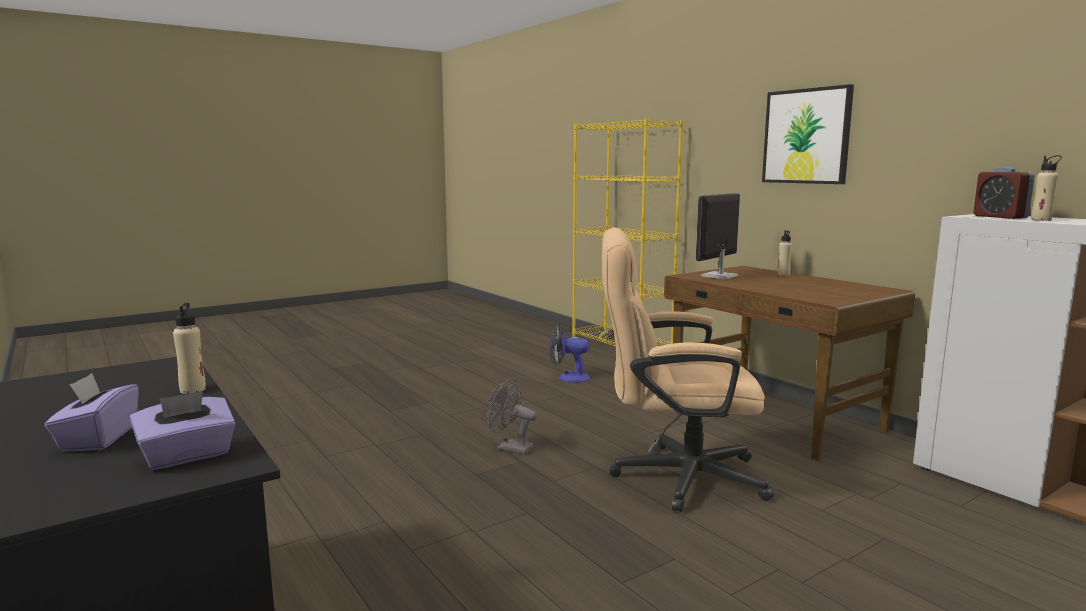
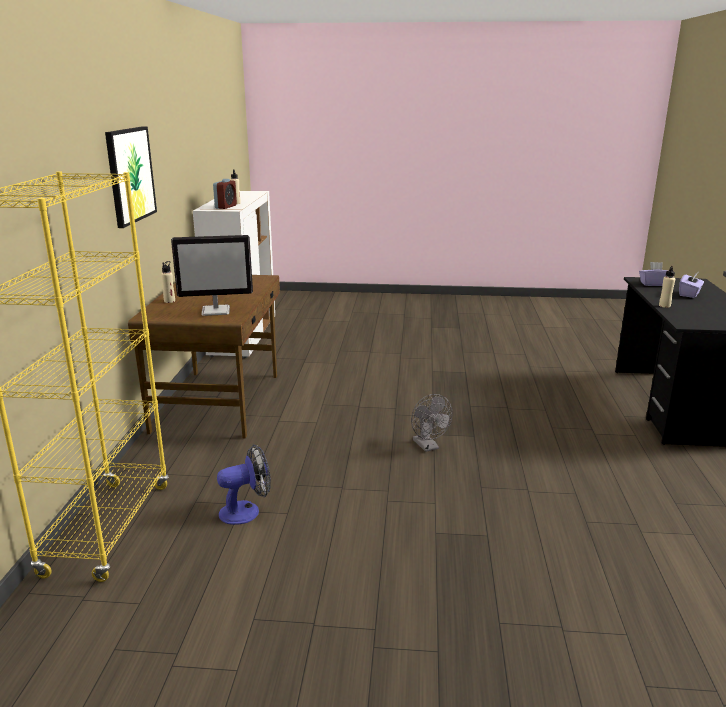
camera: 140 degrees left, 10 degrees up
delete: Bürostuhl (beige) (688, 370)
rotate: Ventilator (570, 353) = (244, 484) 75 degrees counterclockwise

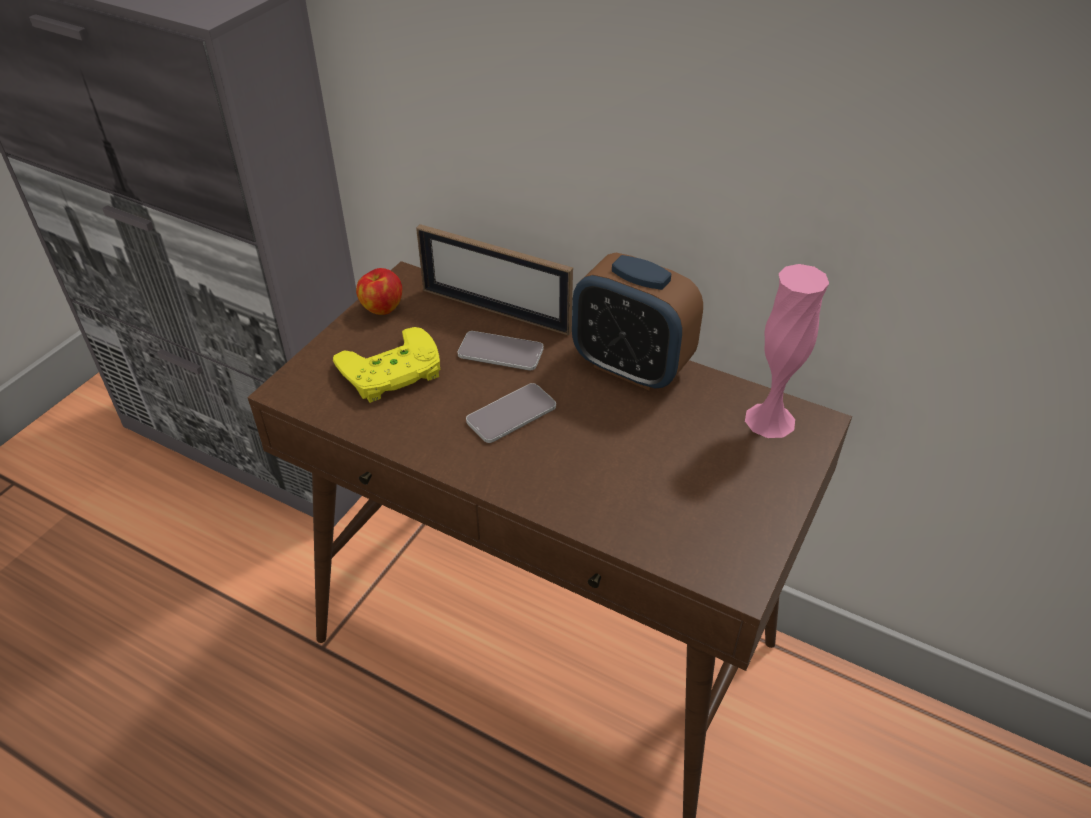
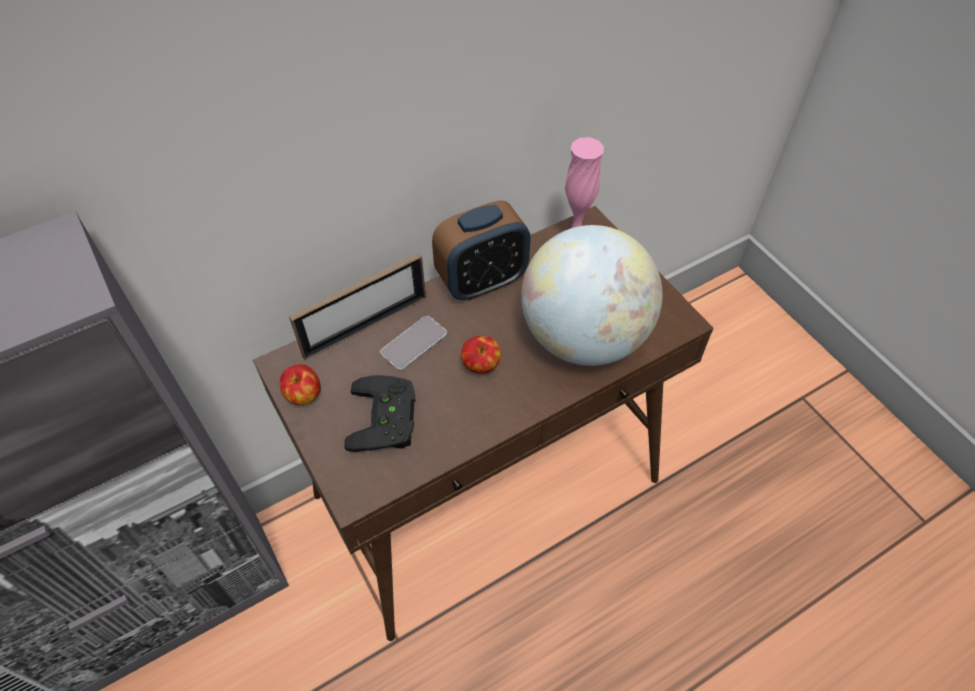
camera: 60 degrees left, 10 degrees up
insert: Globus (591, 295)
replace: Handy (511, 413) to Apfel (481, 355)
recolor: Gamepad (gelb) (386, 365) to Gamepad (schwarz) (380, 413)

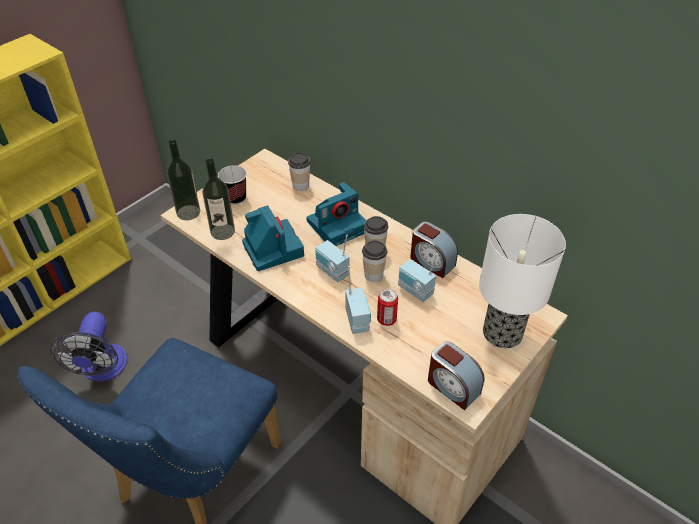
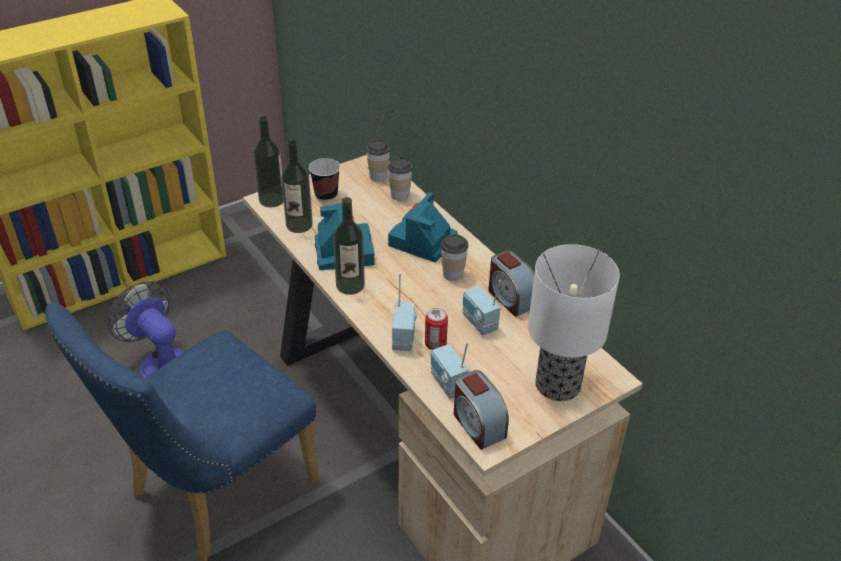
camera: 15 degrees right, 5 degrees down
insert: Flasche (349, 246)
move: Radio (332, 258) to (450, 370); Tasse (374, 261) to (378, 161)
rotate: Kamera (336, 214) = (423, 227) 135 degrees clockwise; Ventilator (88, 347) = (145, 330) 120 degrees clockwise

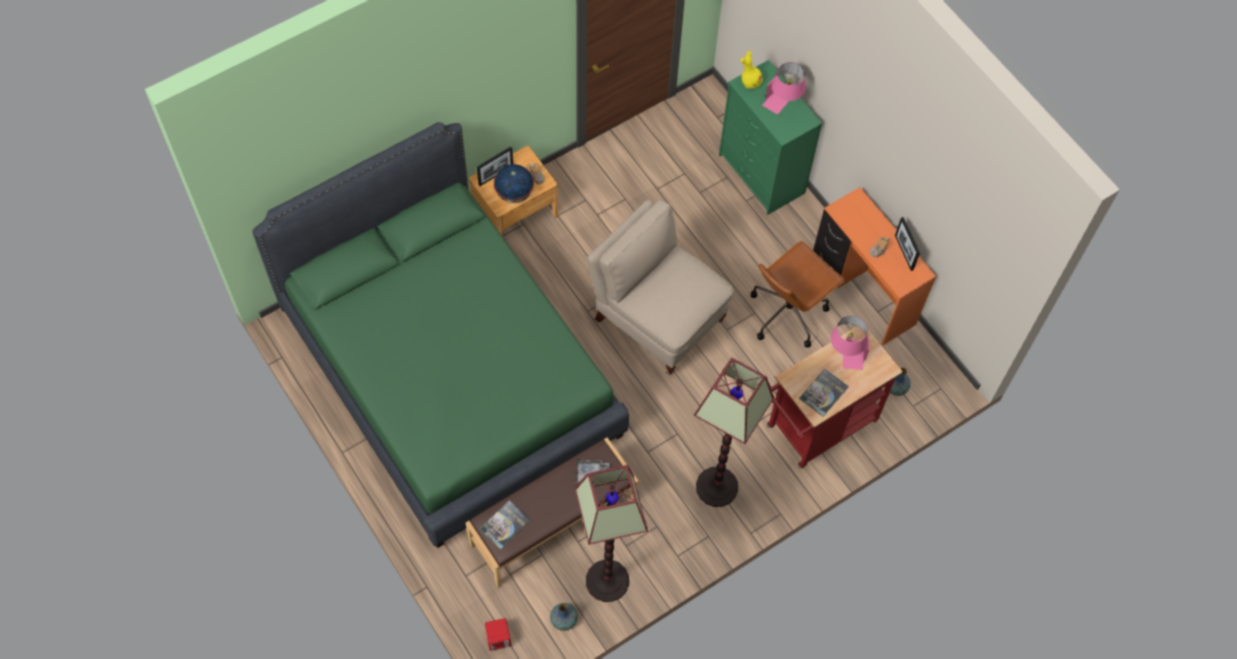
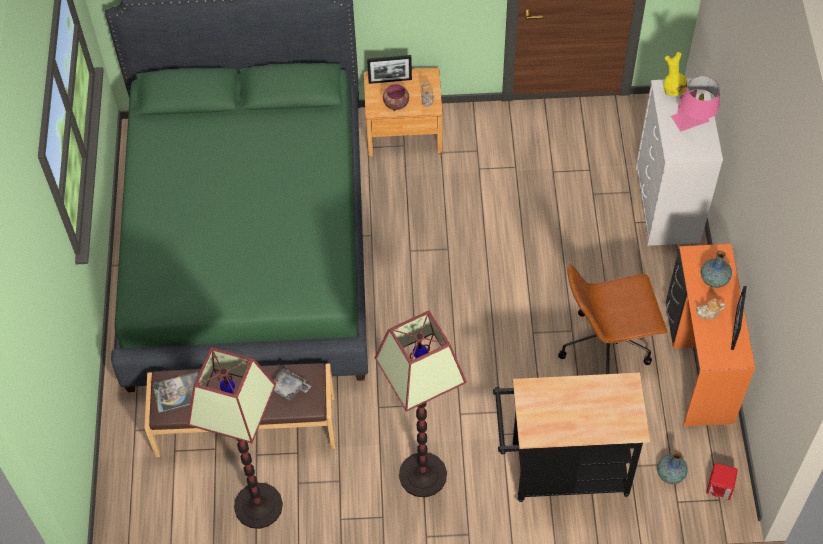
camera: 35 degrees right, 5 degrees down
delete: Stuhl (beige) (660, 287); Tischlampe (rosa) (850, 343); Buch (824, 393)
move: Vase (564, 617) to (716, 269); Lautsprecher (rot) (498, 634) to (722, 481)
replace: Globus (514, 183) to Schüssel (396, 97)
recolor: Kommode (grün) (771, 137) to Kommode (weiß) (679, 162); Rollwagen (rot) (835, 397) to Rollwagen (schwarz) (571, 437)

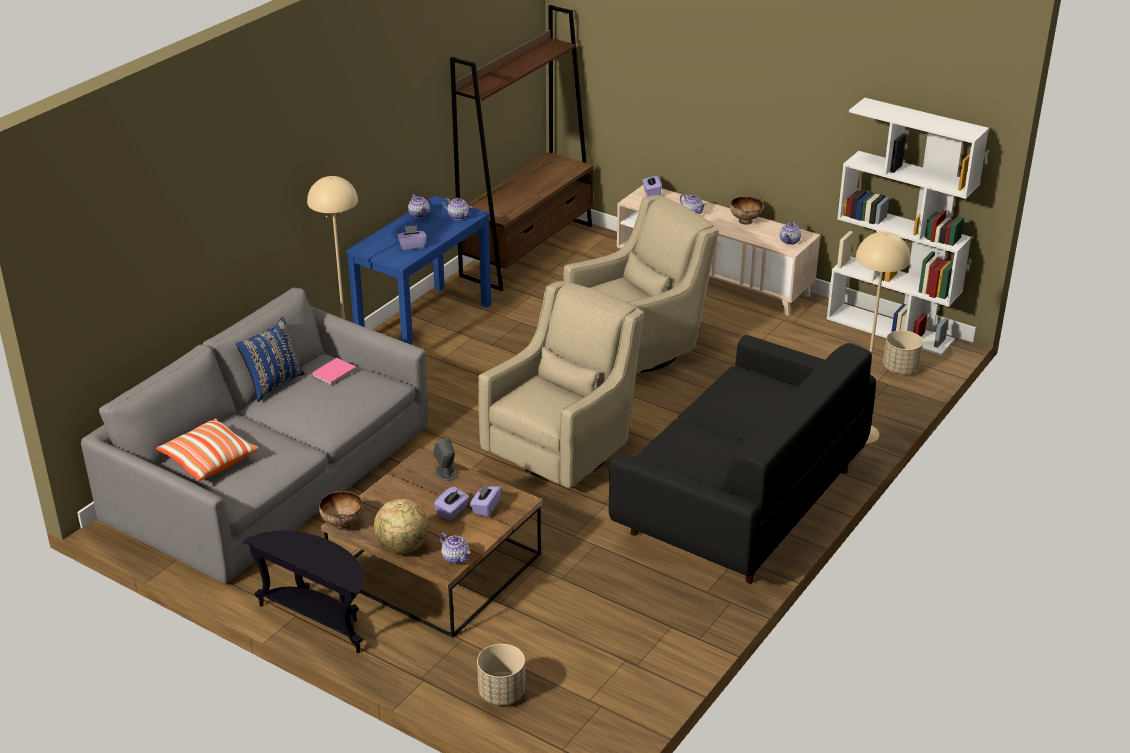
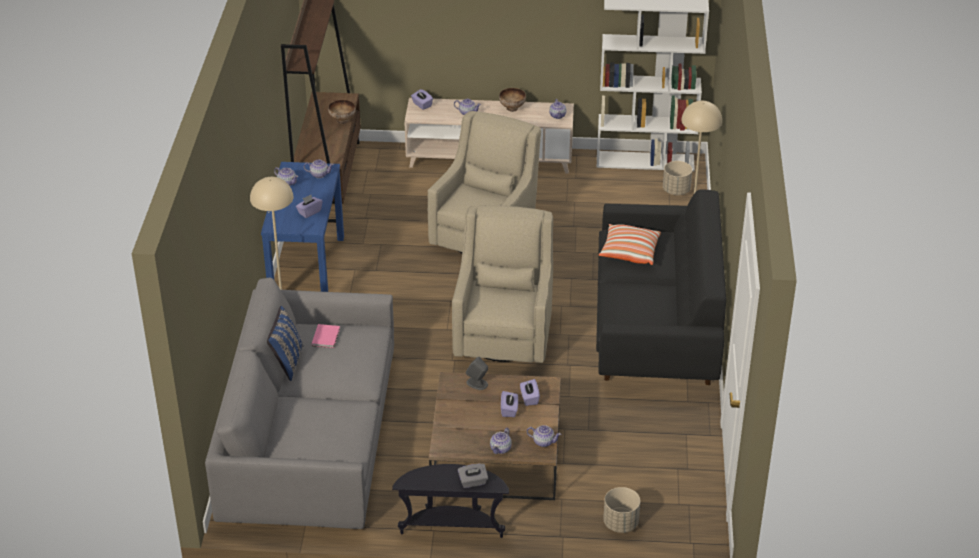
camera: 30 degrees left, 5 degrees up
insert: Taschentuchbox (grau) (473, 476)
move: Kissen (207, 450) to (629, 244); Schüssel (341, 510) to (342, 112)
replace: Globus (401, 526) to Teekanne (501, 441)

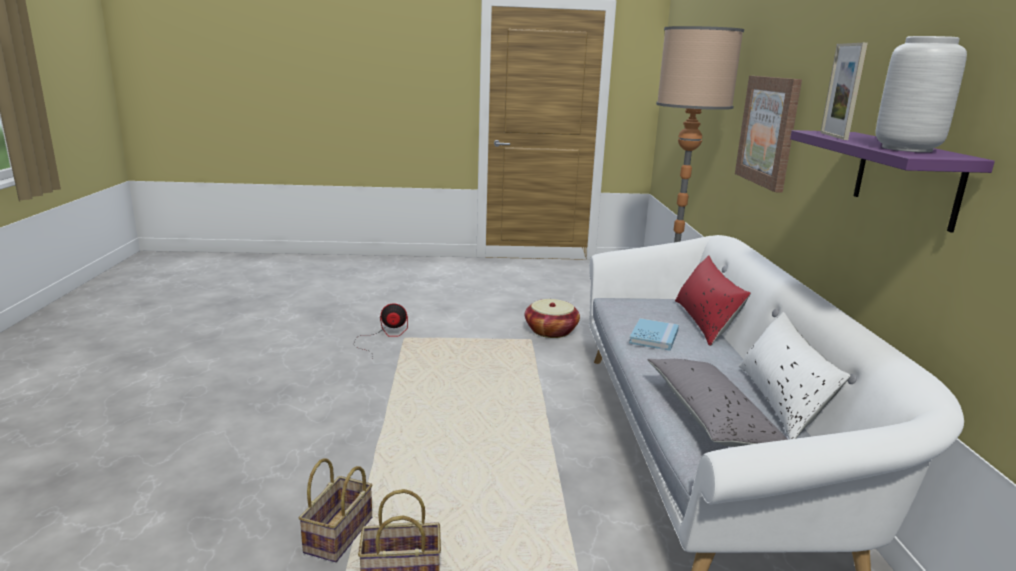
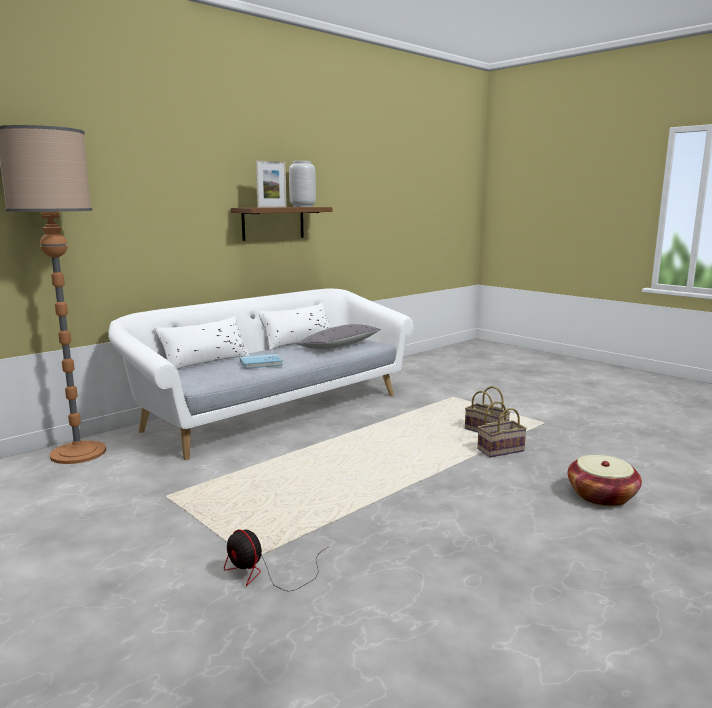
camera: 130 degrees left, 5 degrees down
delete: Bild (768, 134)
move: Korb (552, 318) to (605, 481)
recolor: Wandregal (lila) (892, 181) to Wandregal (braun) (281, 224); Kissen (rot) (713, 300) to Kissen (weiß) (201, 342)

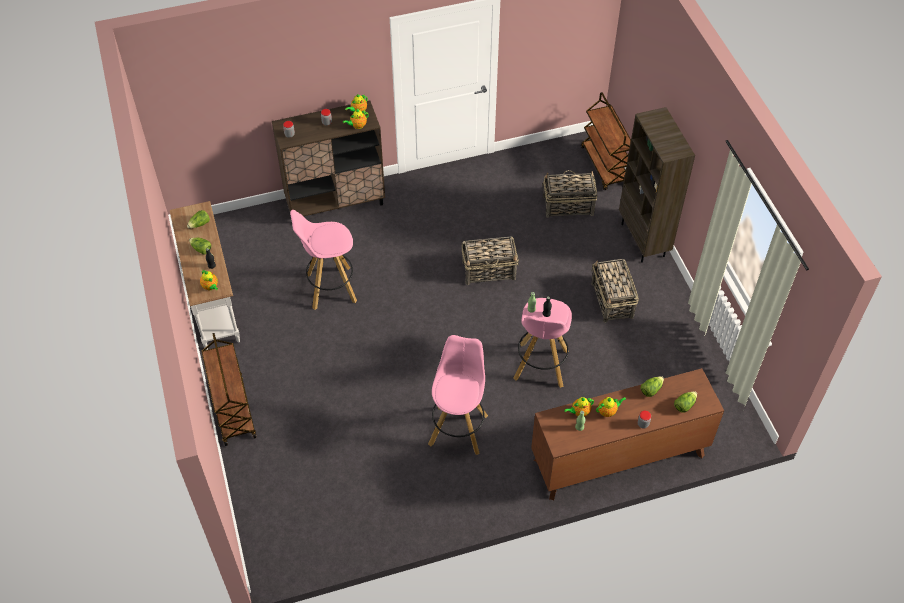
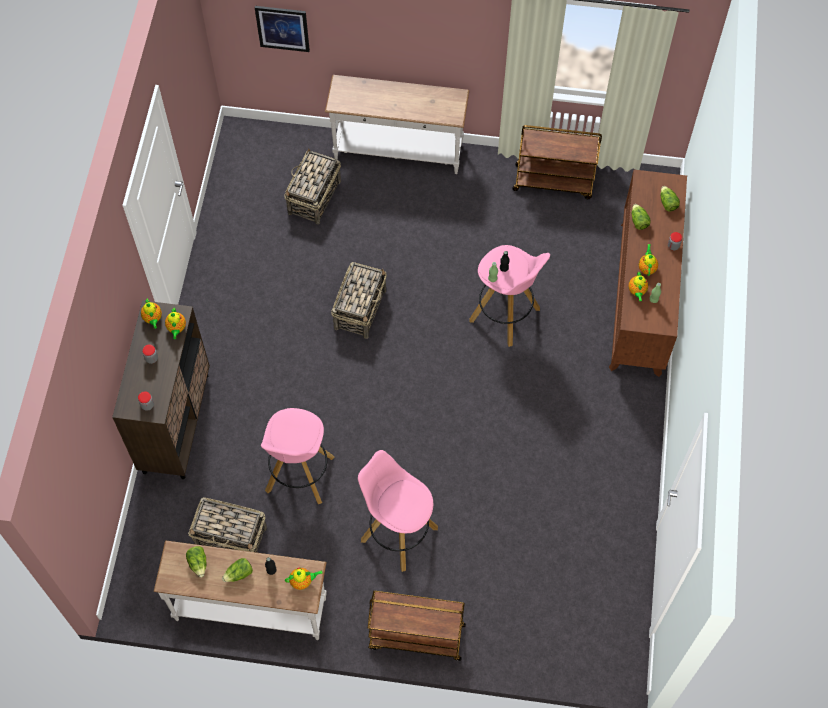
camera: 65 degrees left, 10 degrees up
insert: Bild (282, 29)
move: Rollwagen (braun) (606, 141) to (557, 162); Korb (615, 291) to (227, 525); Hocker (rosa) (458, 395) to (398, 511)
replace: Bücherregal (braun) (657, 185) to Konsolentisch (weiß) (397, 124)

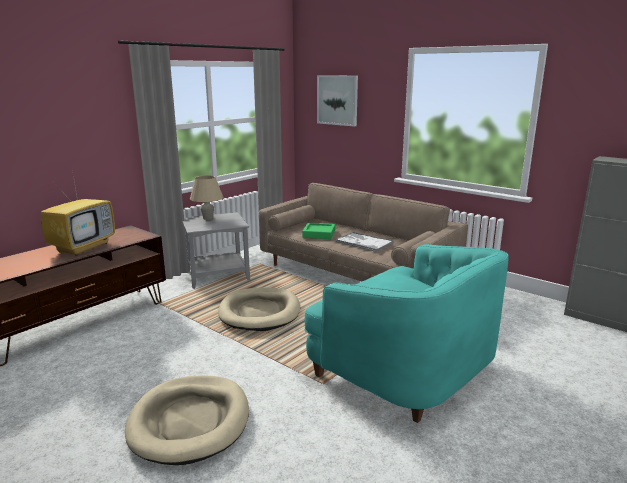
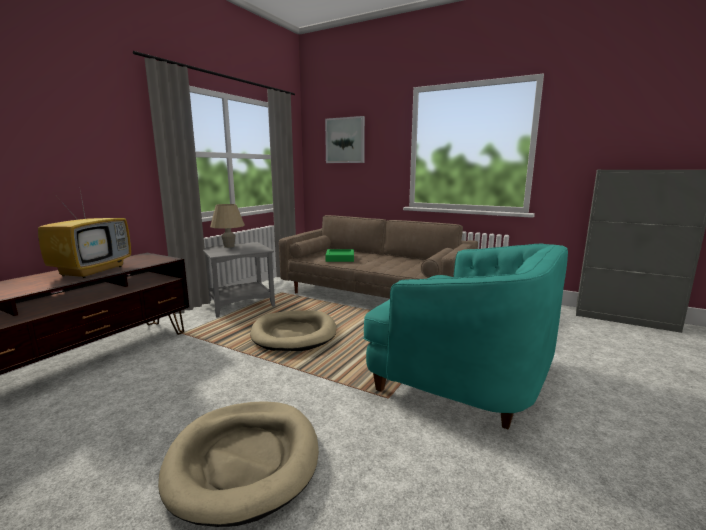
camera: 10 degrees left, 5 degrees down
delete: Tablett (364, 242)

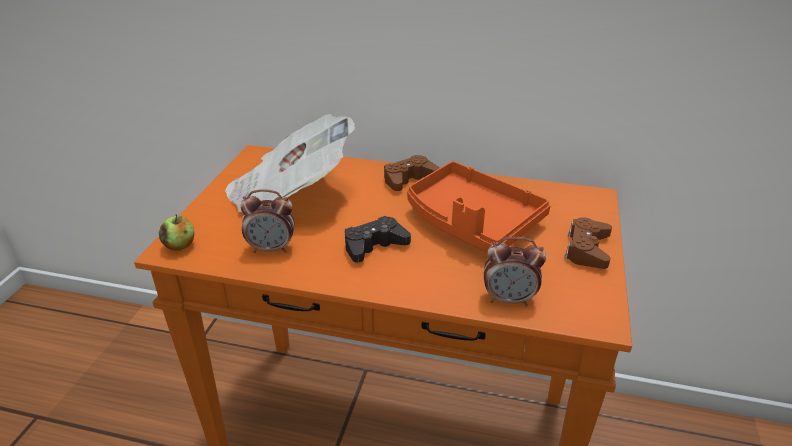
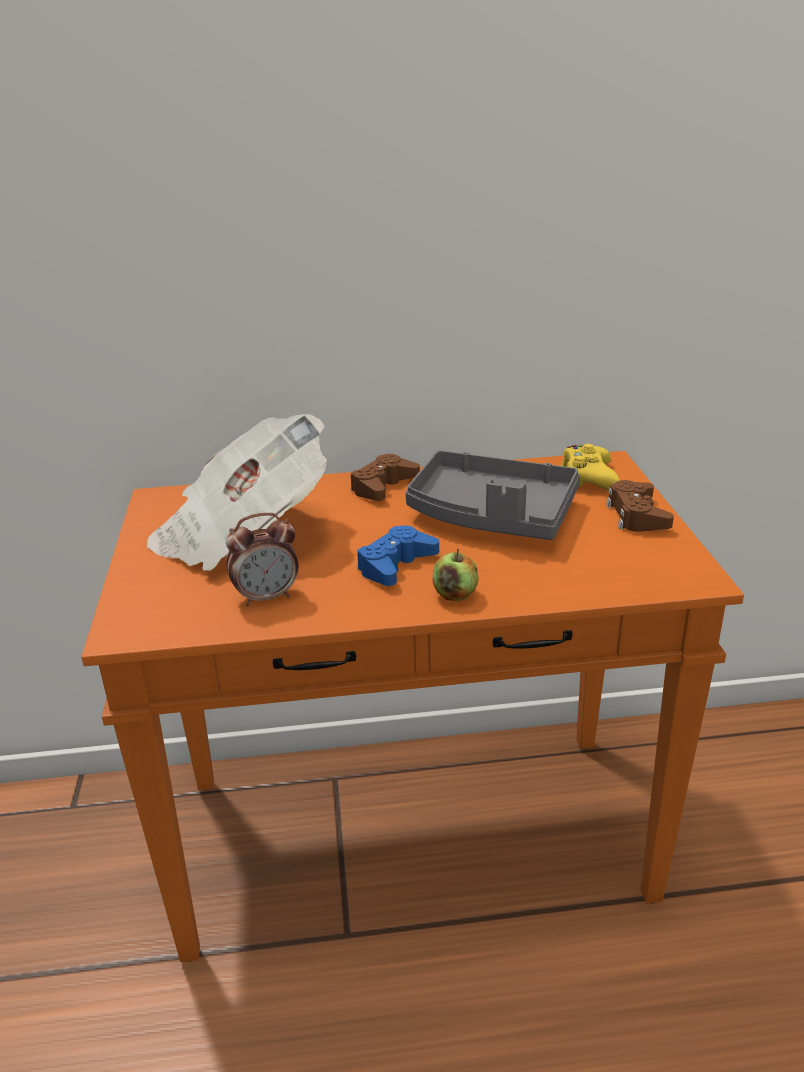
camera: 20 degrees left, 5 degrees down
delete: Wecker (515, 271)
insert: Gamepad (gelb) (590, 467)
move: Apfel (177, 232) to (455, 575)
recolor: Tablett (orange) (479, 207) to Tablett (grau) (492, 495); Gamepad (schwarz) (378, 239) to Gamepad (blau) (398, 555)

